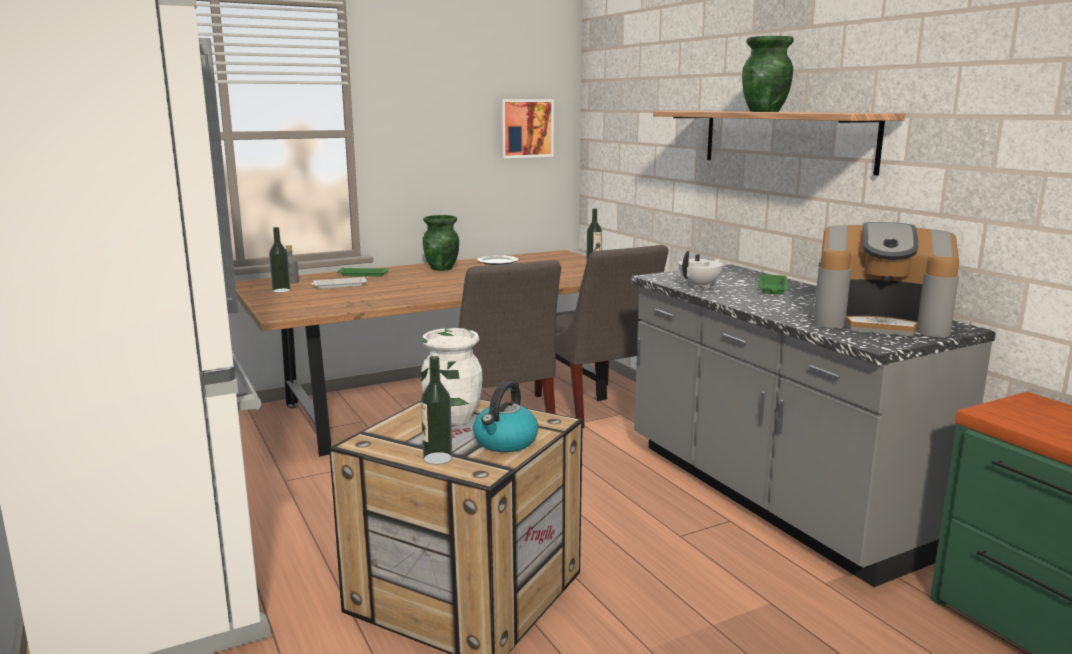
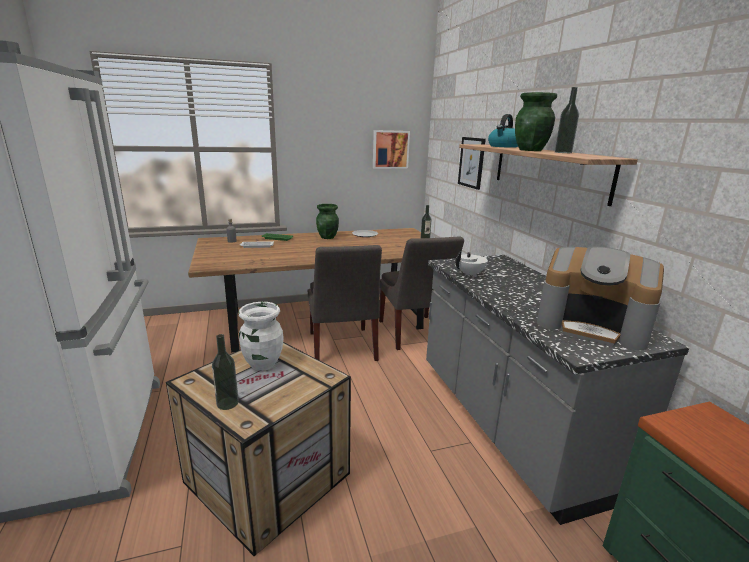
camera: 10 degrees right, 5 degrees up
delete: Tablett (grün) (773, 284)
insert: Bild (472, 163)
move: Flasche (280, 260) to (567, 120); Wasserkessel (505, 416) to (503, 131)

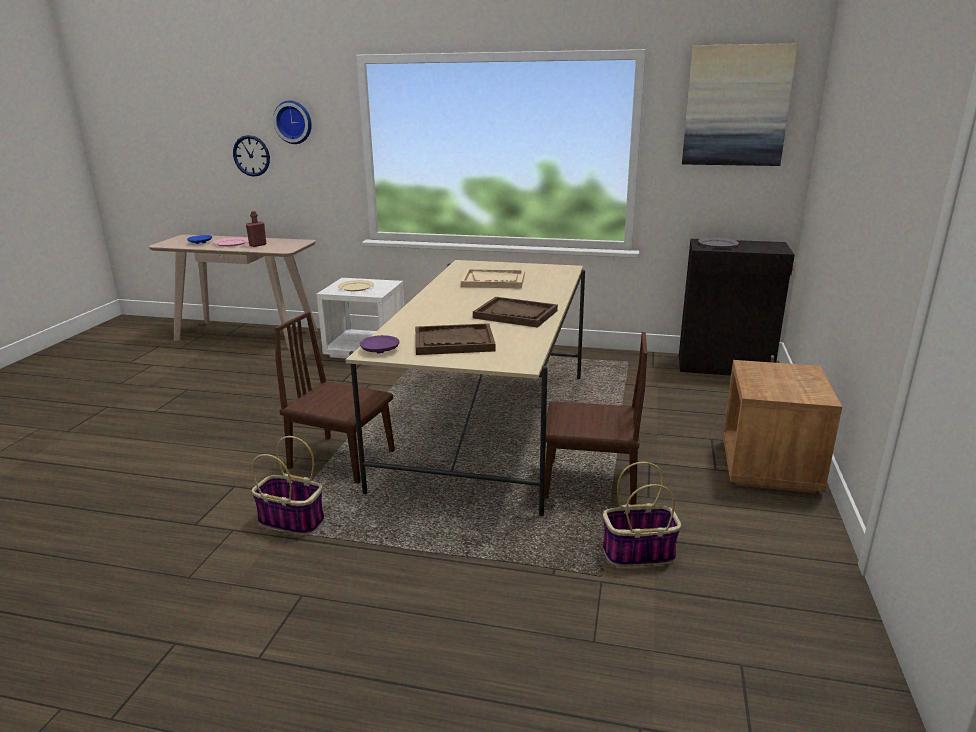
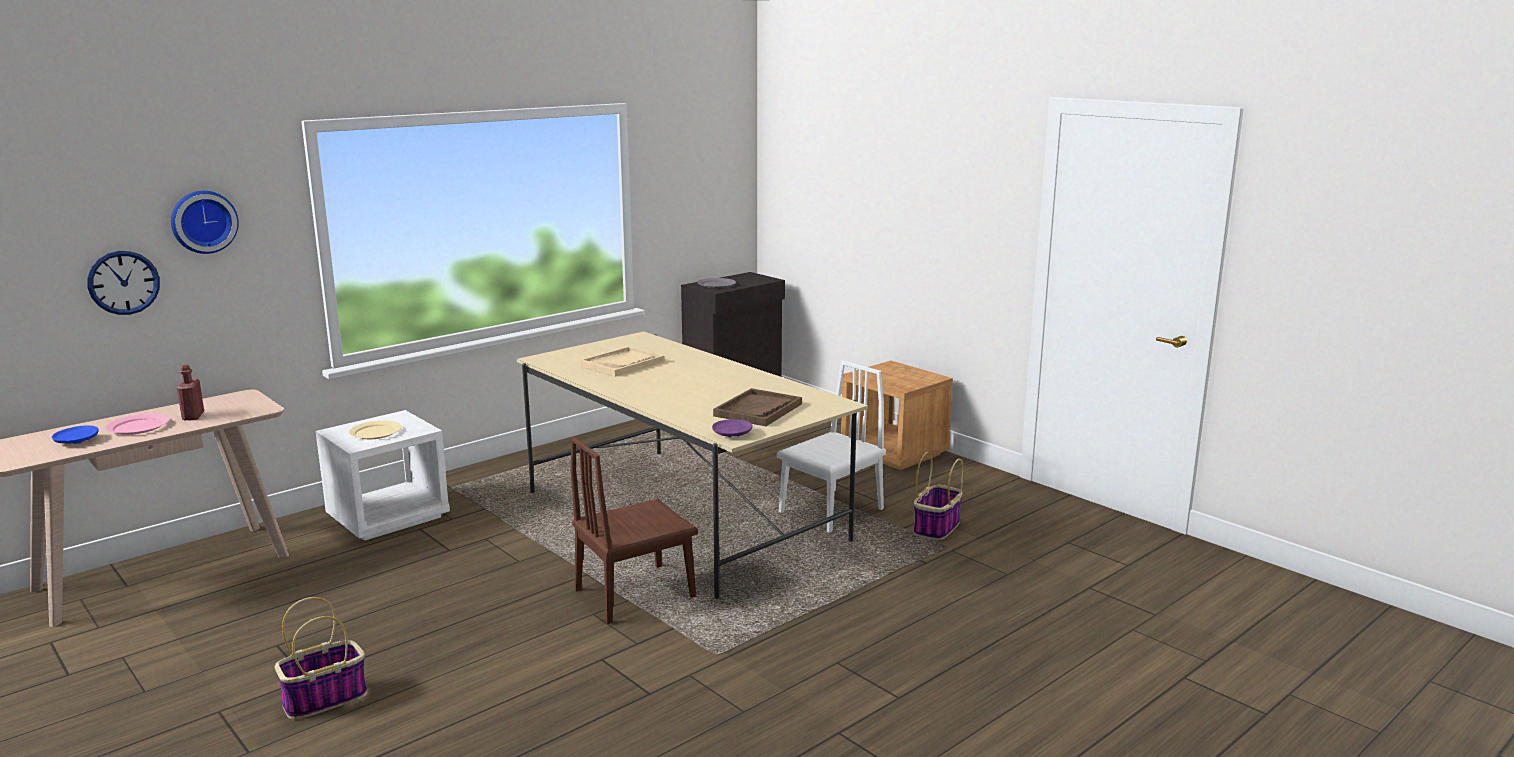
camera: 55 degrees left, 5 degrees down
delete: Bild (740, 104); Tablett (braun) (515, 312)
move: Korb (288, 485) to (321, 658)
recolor: Stuhl (braun) (596, 418) to Stuhl (weiß) (831, 446)

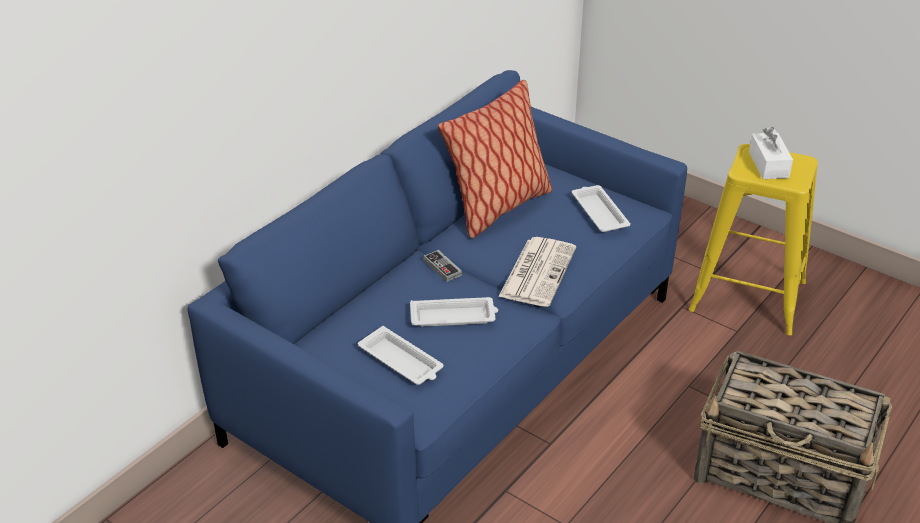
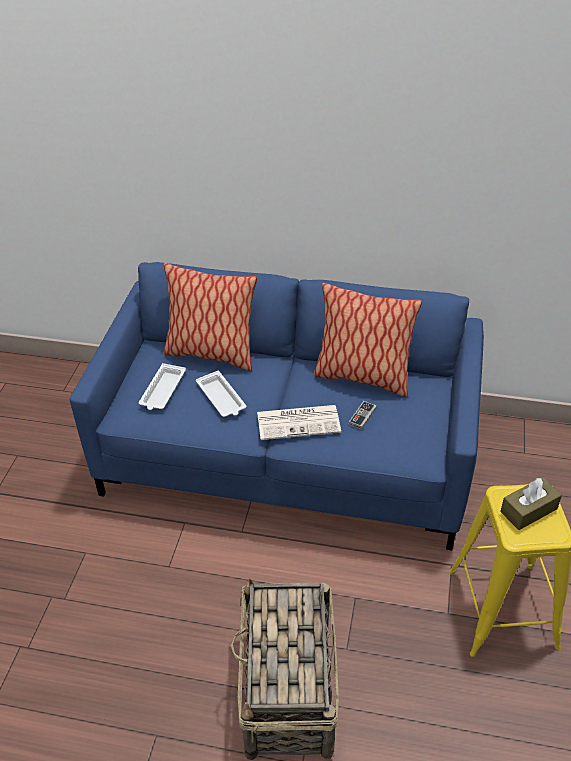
camera: 65 degrees right, 5 degrees up
delete: Tablett (weiß) (601, 208)
insert: Kissen (210, 317)
move: Gamepad (443, 266) to (363, 415)
recolor: Taschentuchbox (weiß) (771, 153) to Taschentuchbox (braun) (531, 503)

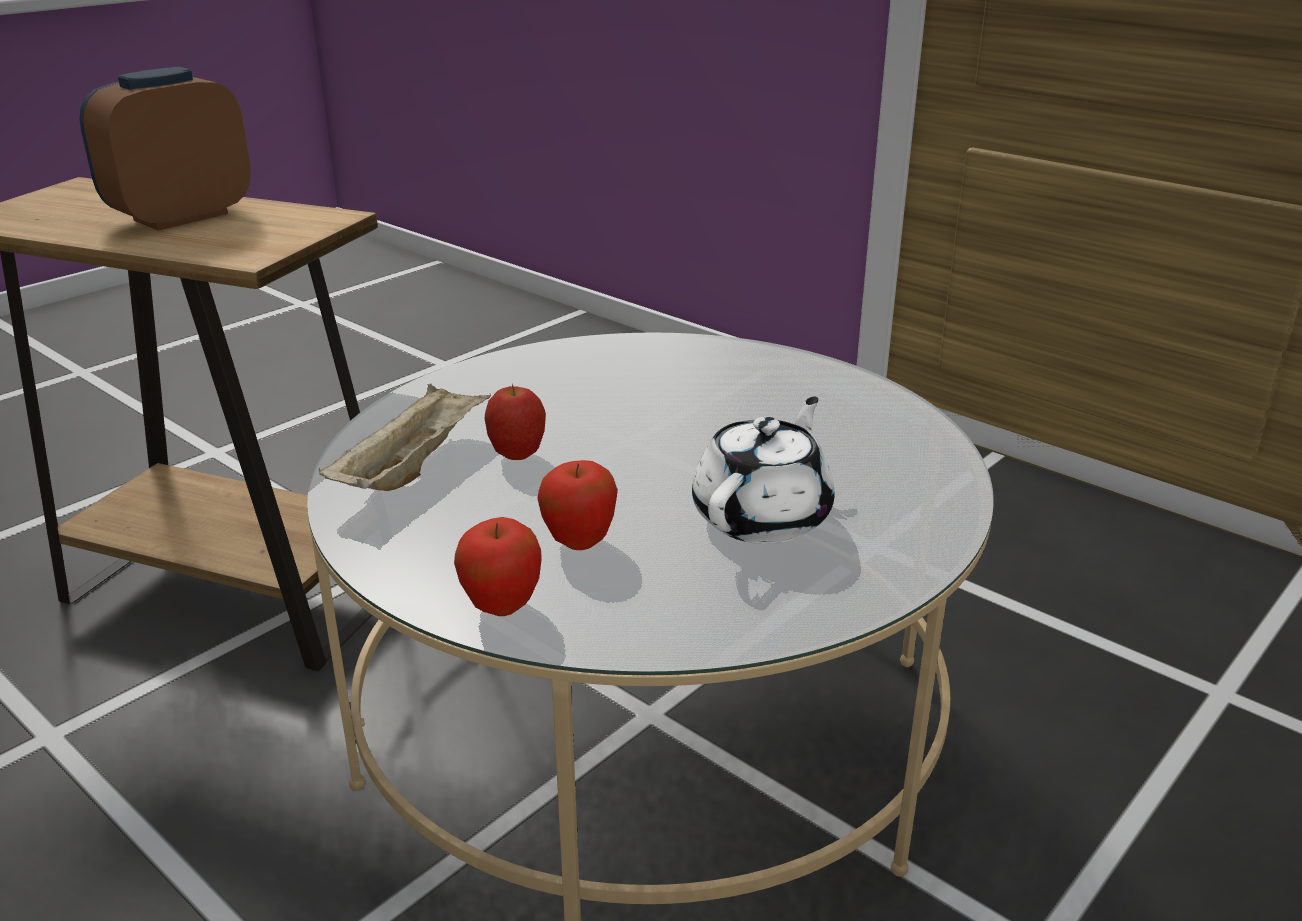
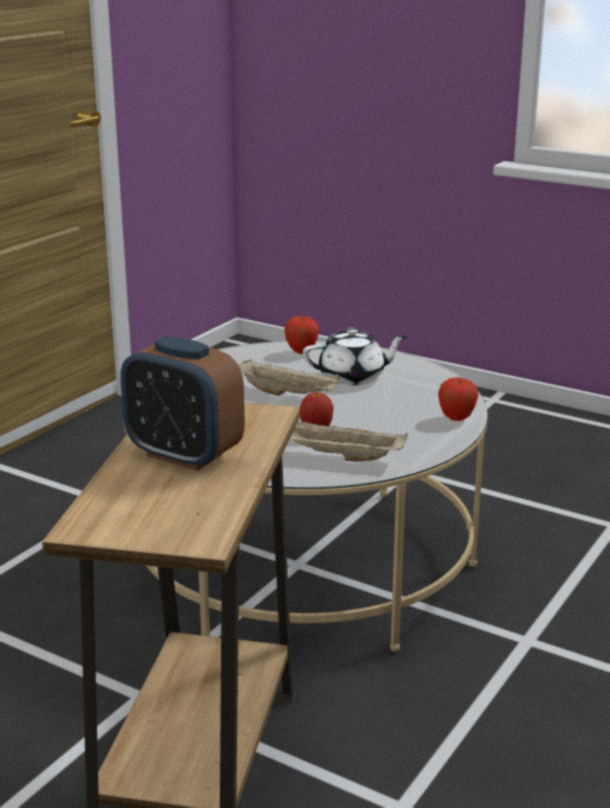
camera: 100 degrees left, 5 degrees down
insert: Tablett (beige) (289, 377)
move: Apfel (577, 505) to (302, 335)
rotate: Teekanne (weiß) (763, 470) = (355, 356) 150 degrees clockwise

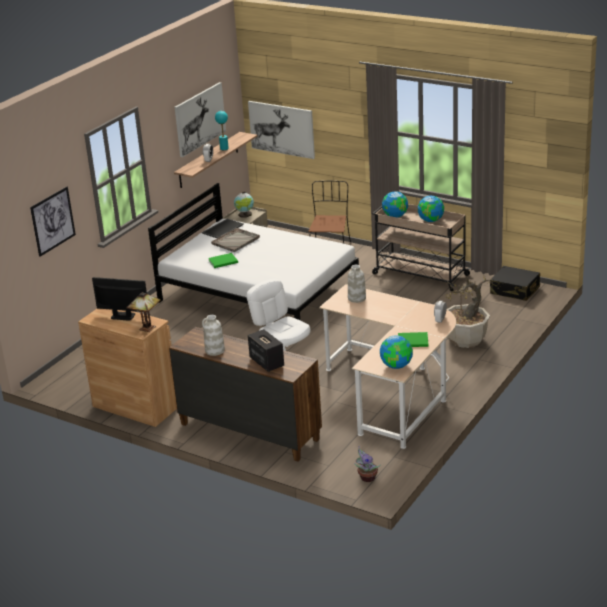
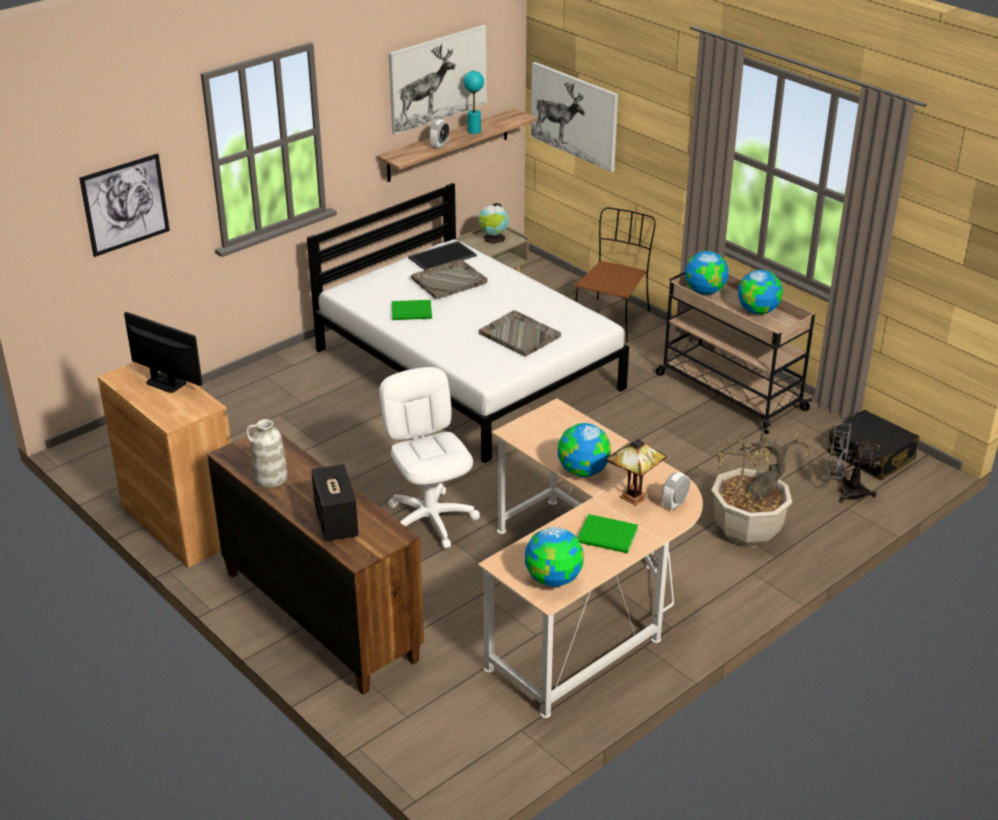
camera: 15 degrees right, 5 degrees up
delete: Vase (weiß) (357, 284); Topfpflanze (367, 464)
insert: Tablett (grau) (520, 333); Globus (584, 450); Ventilator (grau) (855, 463)
move: Tischlampe (143, 312) to (636, 472)

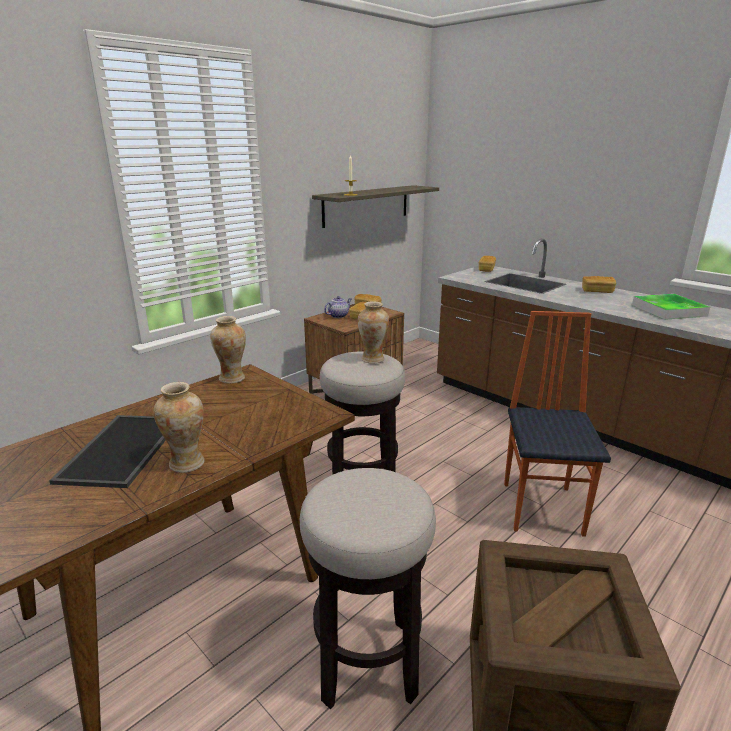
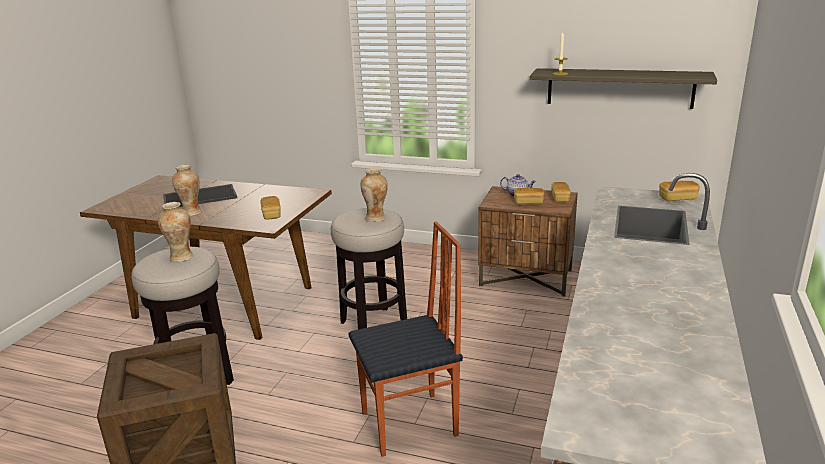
camera: 65 degrees right, 0 degrees up
delete: Tablett (671, 307)
move: Brot (599, 284) to (270, 208); Vase (228, 350) to (175, 232)

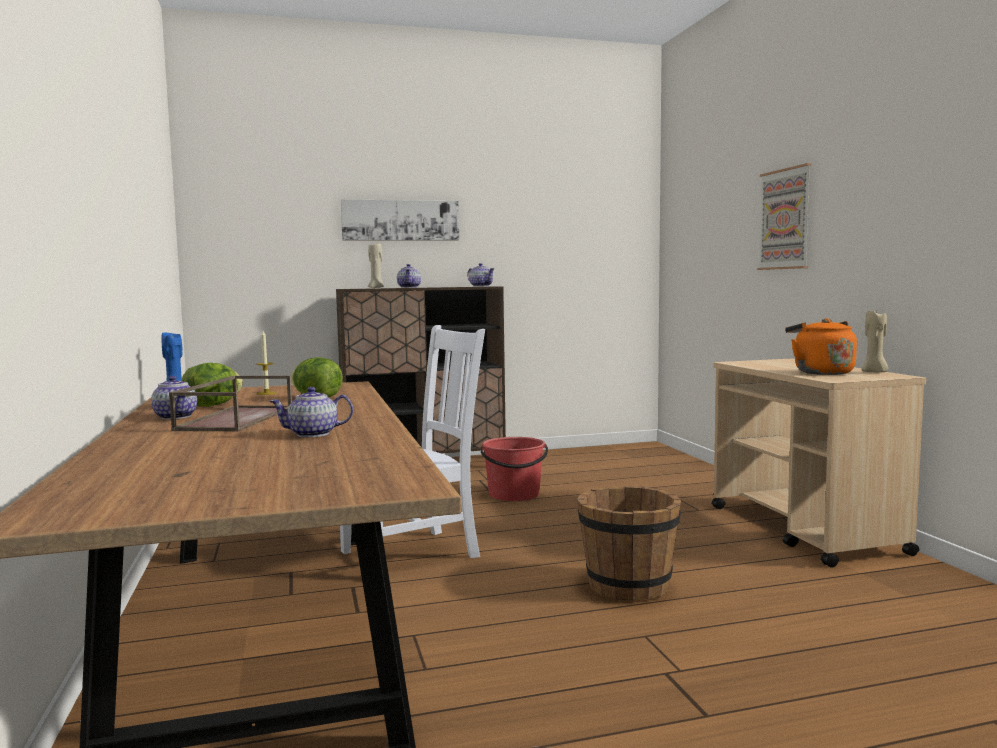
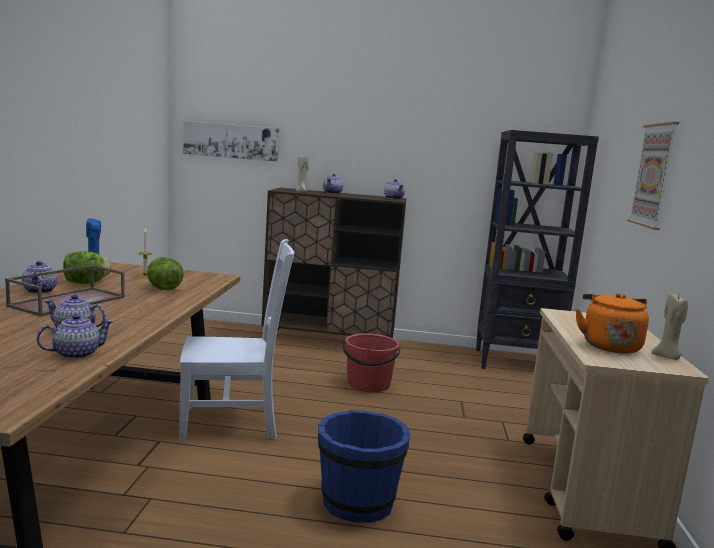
camera: 20 degrees right, 5 degrees up
insert: Bücherregal (schwarz) (537, 249); Teekanne (75, 336)
move: Bild (400, 219) to (231, 141)
recolor: Eimer (braun) (629, 543) to Eimer (blau) (364, 466)

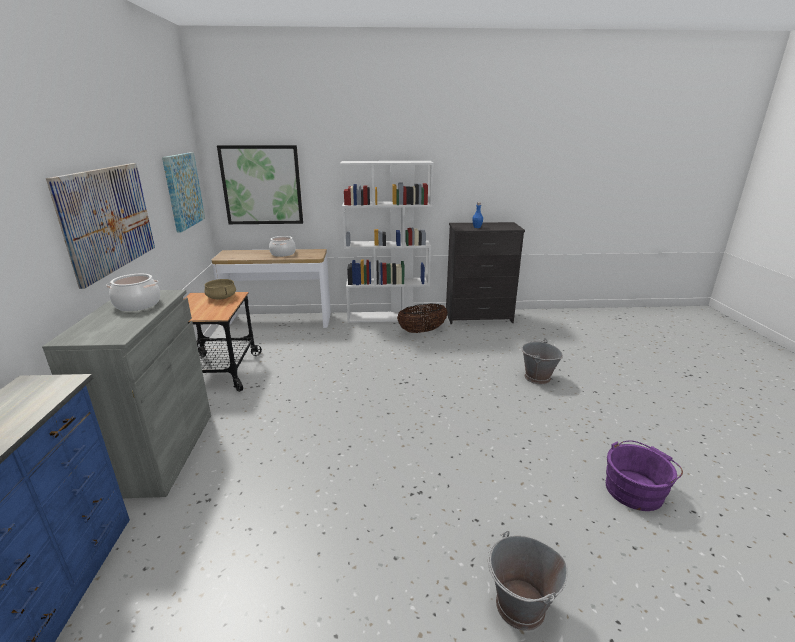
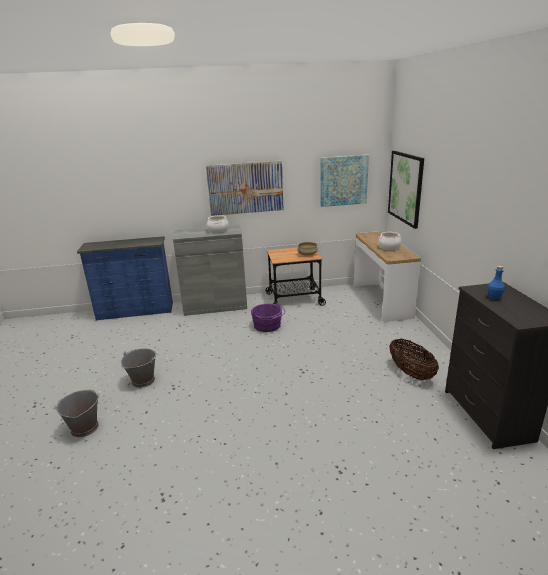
camera: 85 degrees right, 0 degrees up
delete: Bücherregal (weiß) (387, 242)
move: Eimer (grau) (542, 361) to (139, 368); Eimer (lila) (644, 475) to (268, 317)

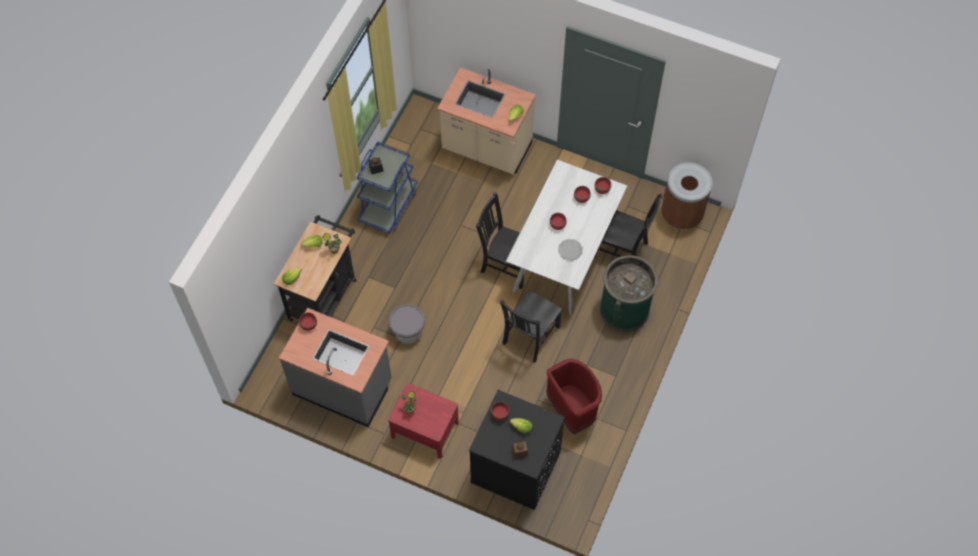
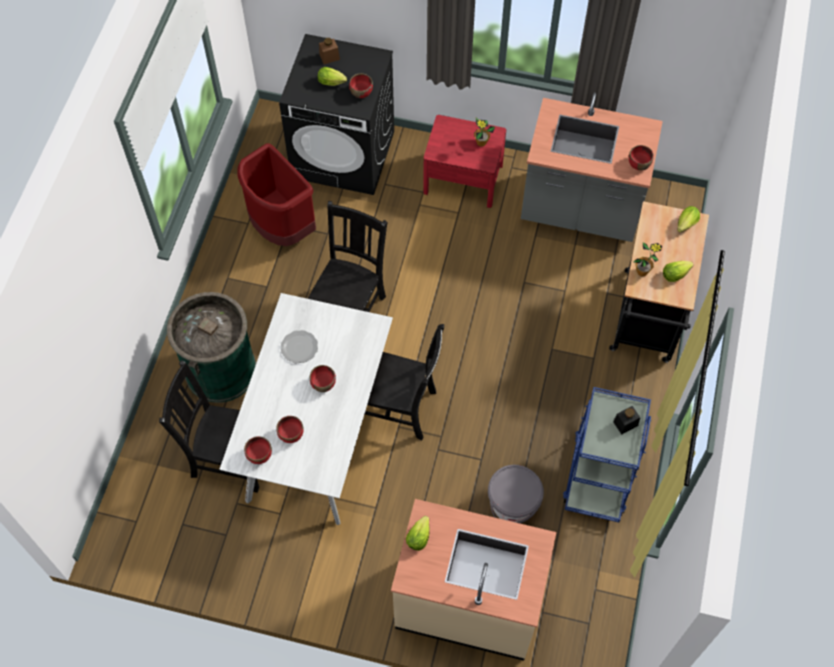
camera: 170 degrees right, 0 degrees up
delete: Mülleimer (braun) (687, 196)
move: Eimer (grau) (406, 324) to (516, 494)

